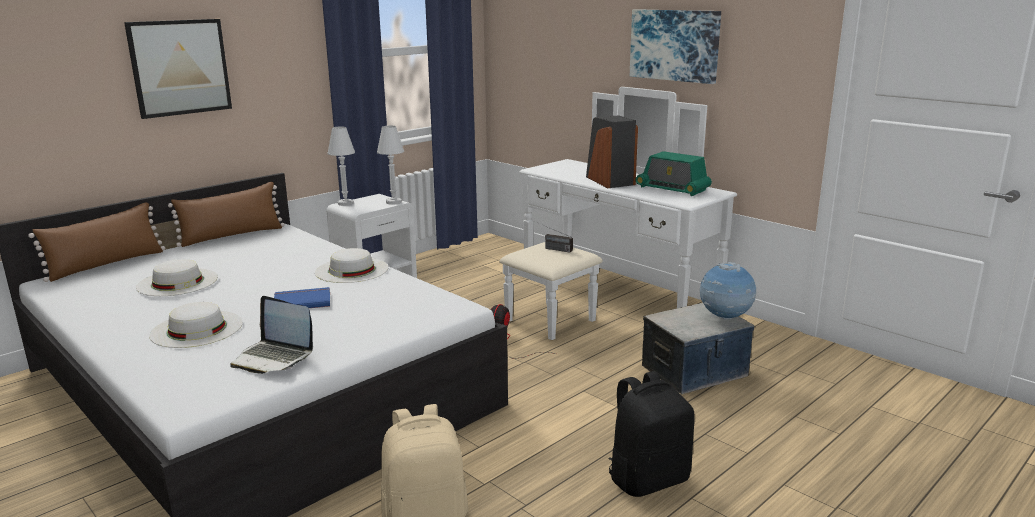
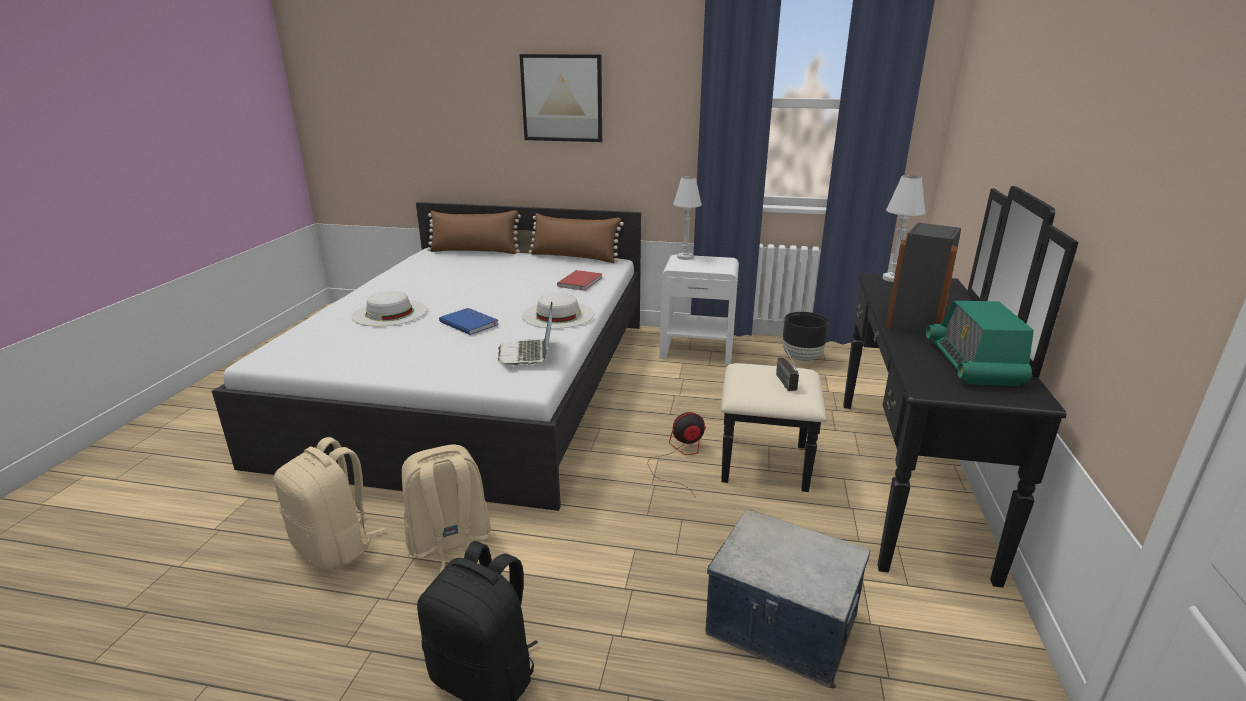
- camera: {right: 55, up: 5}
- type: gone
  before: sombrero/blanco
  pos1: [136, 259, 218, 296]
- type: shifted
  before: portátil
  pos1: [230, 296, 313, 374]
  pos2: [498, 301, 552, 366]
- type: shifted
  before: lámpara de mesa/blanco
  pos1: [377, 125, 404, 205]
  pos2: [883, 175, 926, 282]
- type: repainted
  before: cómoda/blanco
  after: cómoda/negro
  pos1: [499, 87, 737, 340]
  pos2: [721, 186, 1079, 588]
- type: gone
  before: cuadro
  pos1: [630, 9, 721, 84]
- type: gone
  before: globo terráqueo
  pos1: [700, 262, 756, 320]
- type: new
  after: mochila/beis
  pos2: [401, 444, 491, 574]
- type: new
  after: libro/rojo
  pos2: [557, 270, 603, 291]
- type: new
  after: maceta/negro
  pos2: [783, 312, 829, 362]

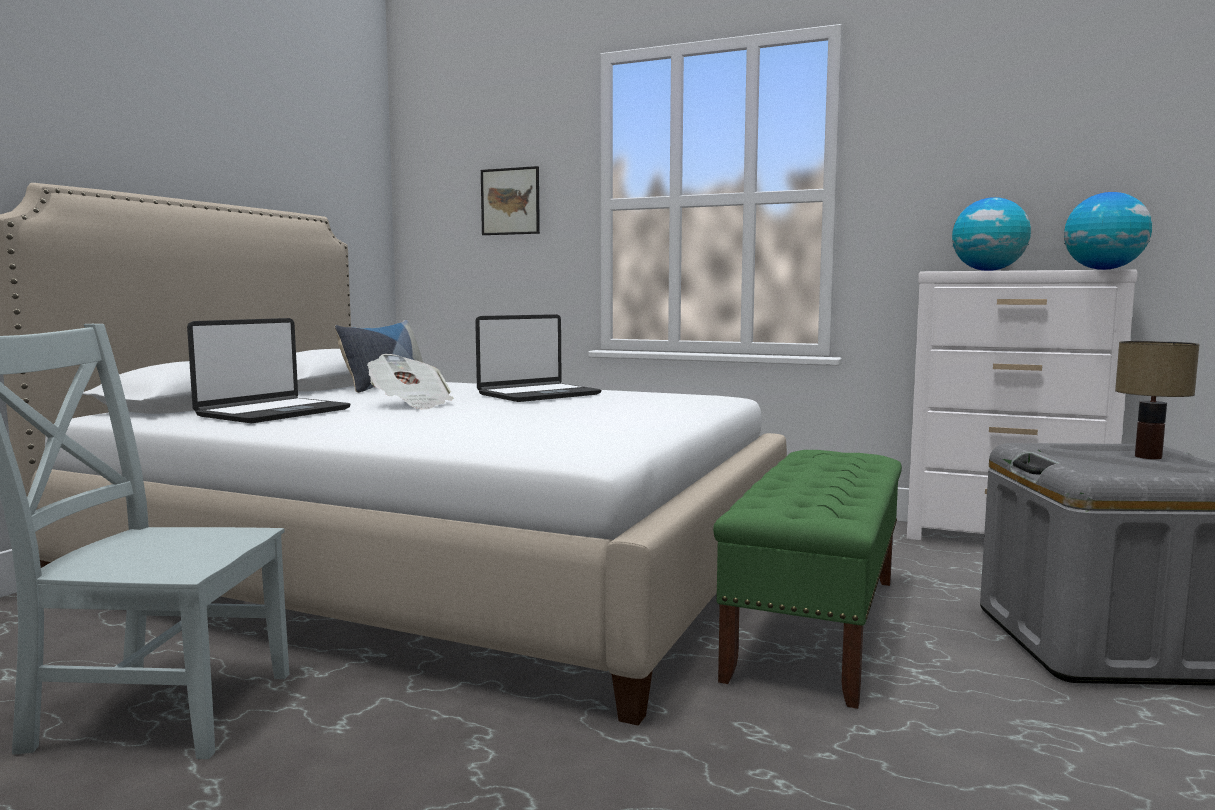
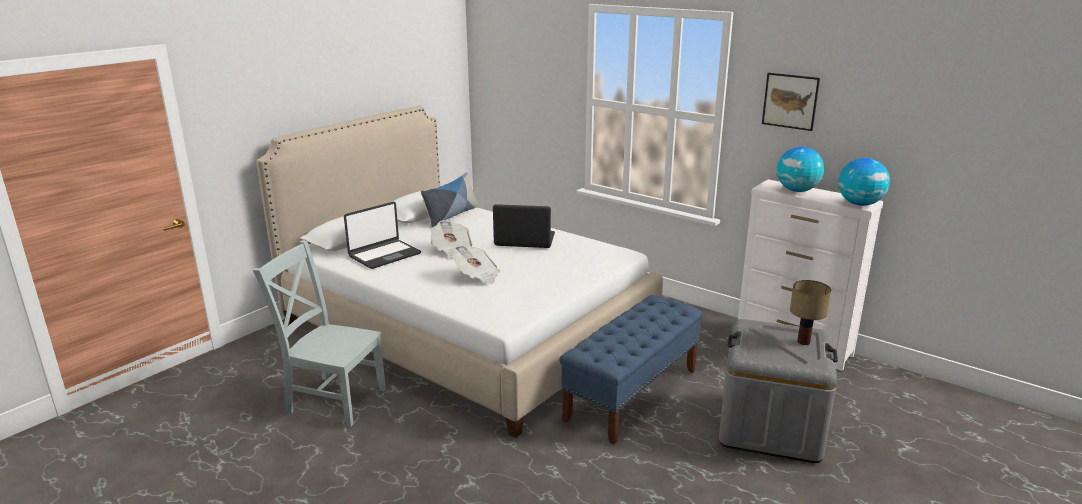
- camera: {right: 15, up: 15}
- type: rotated
  before: portátil
  pos1: [475, 314, 601, 402]
  pos2: [493, 204, 555, 248]
  turn: -150
- type: shifted
  before: cuadro
  pos1: [481, 166, 540, 235]
  pos2: [762, 73, 820, 131]
- type: repainted
  before: banco/verde
  after: banco/azul
  pos1: [713, 450, 902, 709]
  pos2: [559, 295, 703, 445]
- type: new
  after: periódico
  pos2: [452, 245, 500, 284]

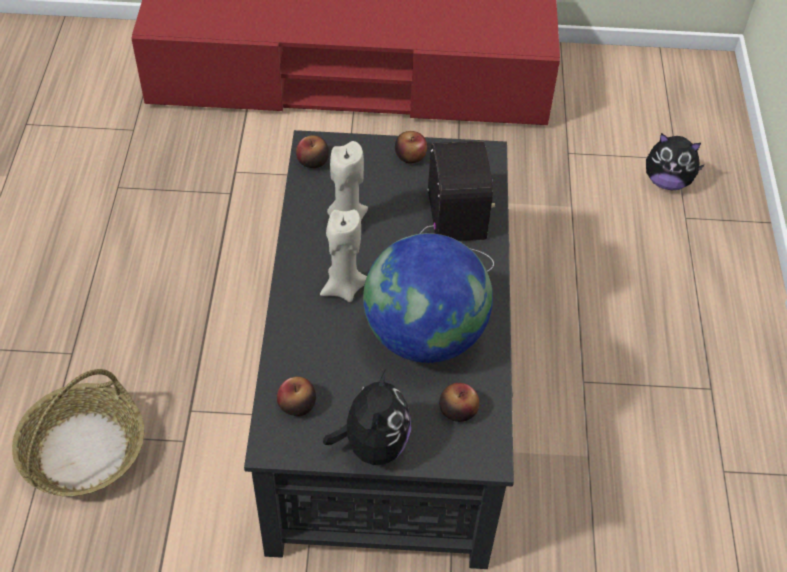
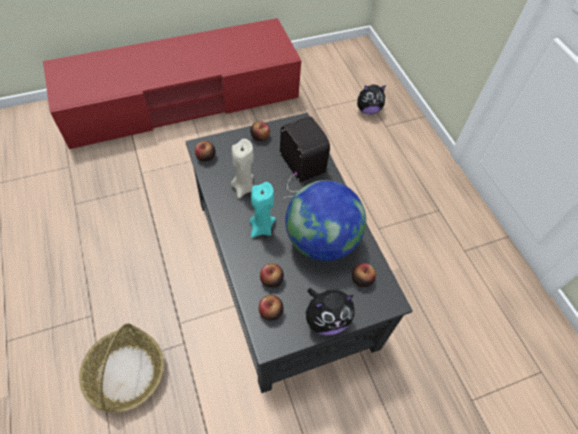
- camera: {right: -25, up: 5}
- type: repainted
  before: vela/beis
  after: vela/turquesa
  pos1: [320, 209, 367, 302]
  pos2: [249, 182, 276, 238]
- type: rotated
  before: peluche
  pos1: [323, 368, 411, 465]
  pos2: [306, 288, 355, 335]
  turn: 90
- type: new
  after: manzana
  pos2: [260, 263, 284, 288]

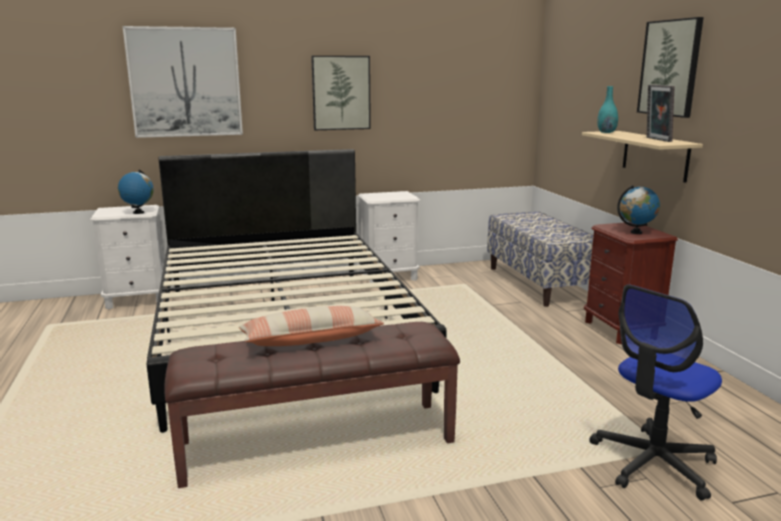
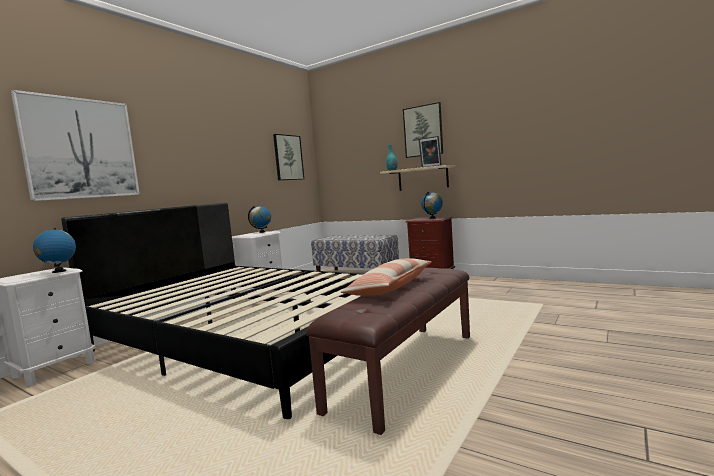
- camera: {right: -40, up: -10}
- type: shifted
  before: cuadro
  pos1: [311, 56, 371, 130]
  pos2: [273, 134, 304, 181]
- type: gone
  before: silla de oficina
  pos1: [590, 284, 722, 501]
- type: new
  after: globo terráqueo
  pos2: [248, 206, 271, 233]

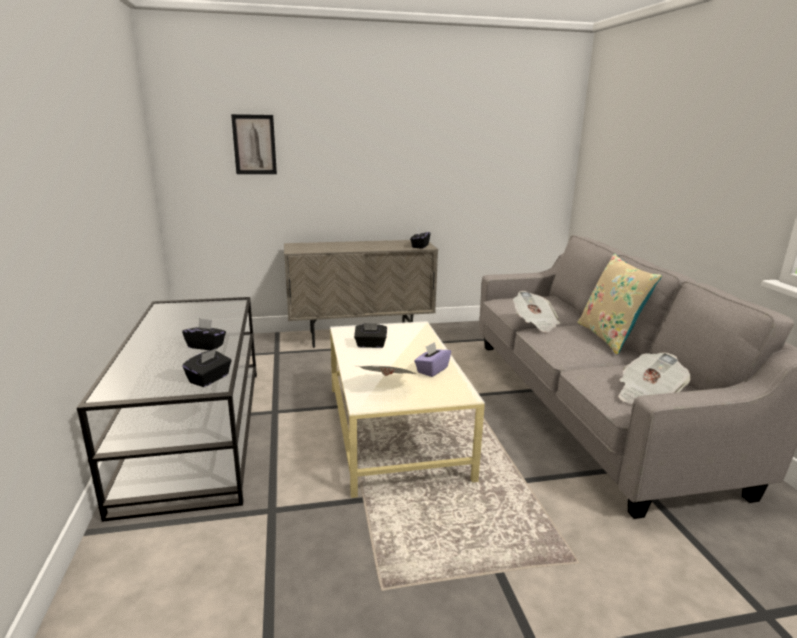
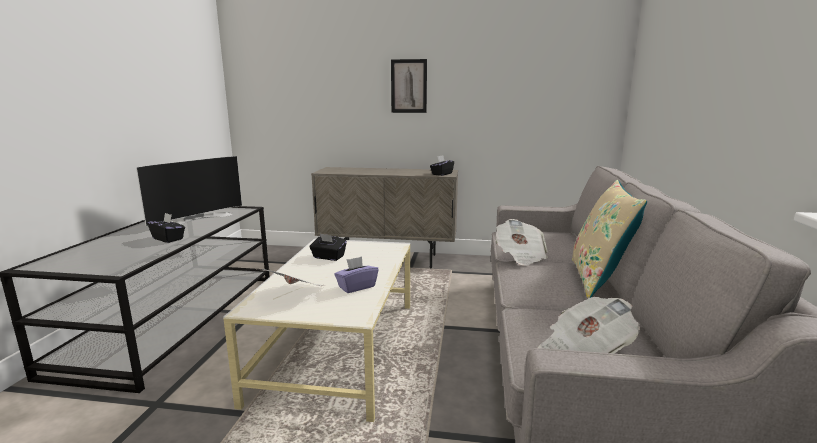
- camera: {right: 20, up: -5}
- type: gone
  before: caja de pañuelos/negro
  pos1: [183, 348, 232, 387]
- type: shifted
  before: cuadro
  pos1: [231, 114, 277, 174]
  pos2: [391, 59, 427, 113]
- type: new
  after: televisor
  pos2: [136, 156, 242, 226]

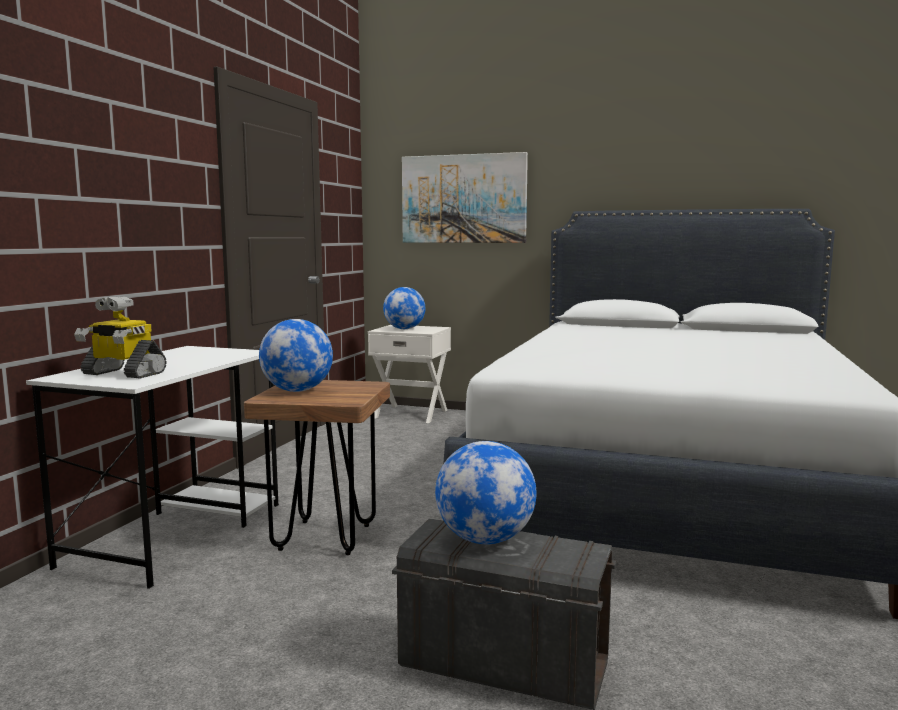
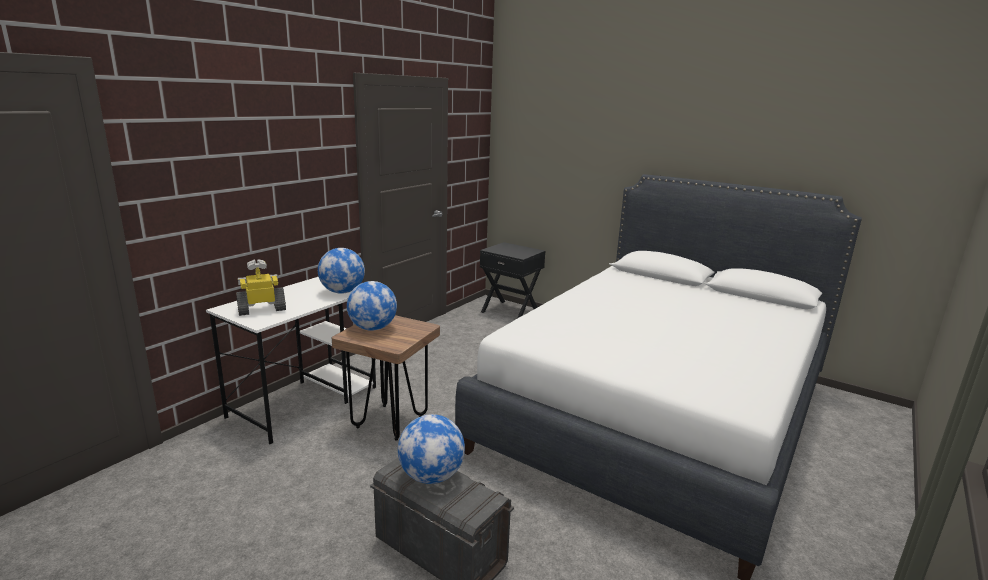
- camera: {right: 15, up: 10}
- type: rotated
  before: robot de juguete
  pos1: [74, 297, 167, 379]
  pos2: [236, 259, 286, 316]
  turn: 120
- type: repainted
  before: mesita de noche/blanco
  after: mesita de noche/negro
  pos1: [368, 325, 451, 423]
  pos2: [480, 242, 545, 318]
- type: shifted
  before: globo terráqueo
  pos1: [383, 287, 425, 329]
  pos2: [318, 248, 365, 294]
- type: gone
  before: cuadro
  pos1: [402, 152, 528, 243]

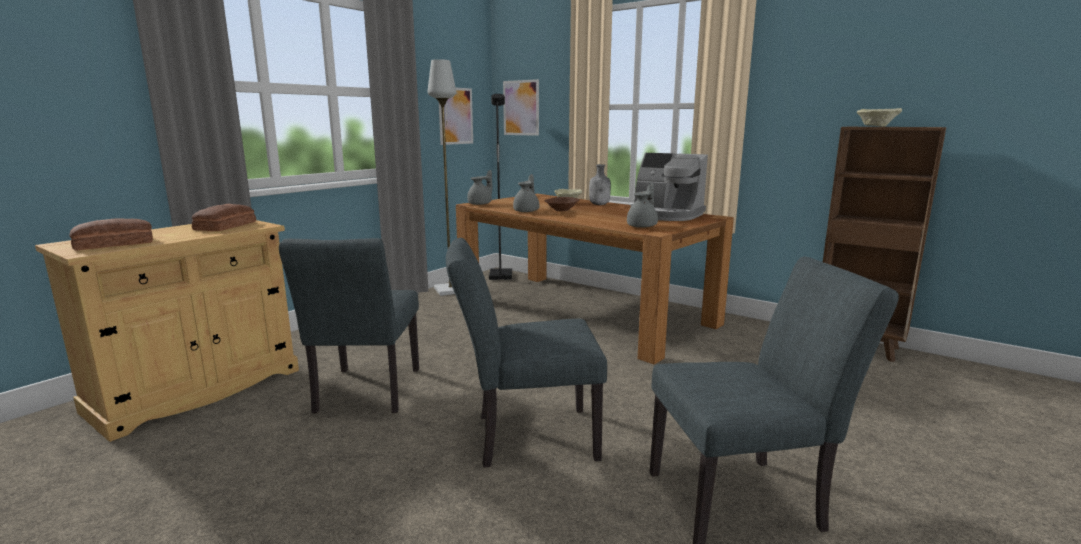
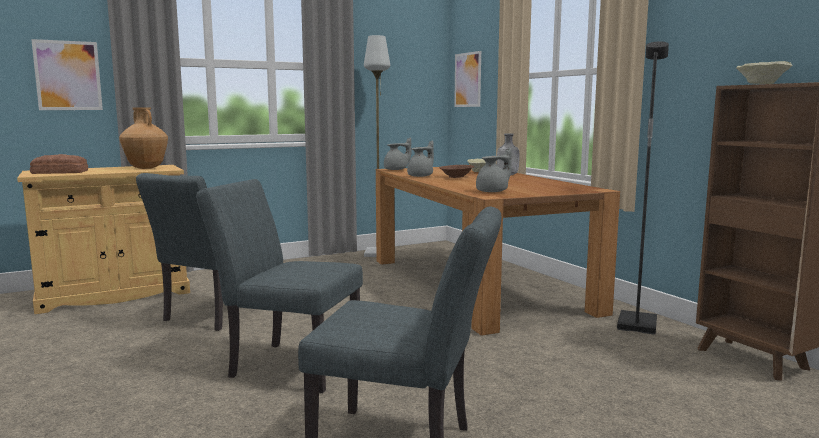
- camera: {right: 25, up: -5}
- type: swapped
  before: pan
  after: florero/marrón
  pos1: [192, 204, 256, 231]
  pos2: [119, 107, 168, 169]
- type: shifted
  before: cuadro
  pos1: [439, 88, 473, 145]
  pos2: [31, 39, 103, 110]
- type: shifted
  before: lámpara de pie/negro
  pos1: [489, 94, 512, 280]
  pos2: [617, 42, 669, 334]
- type: gone
  before: cafetera
  pos1: [630, 153, 708, 221]

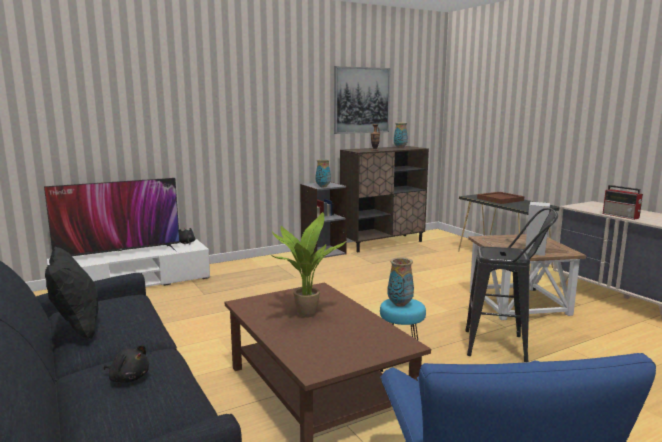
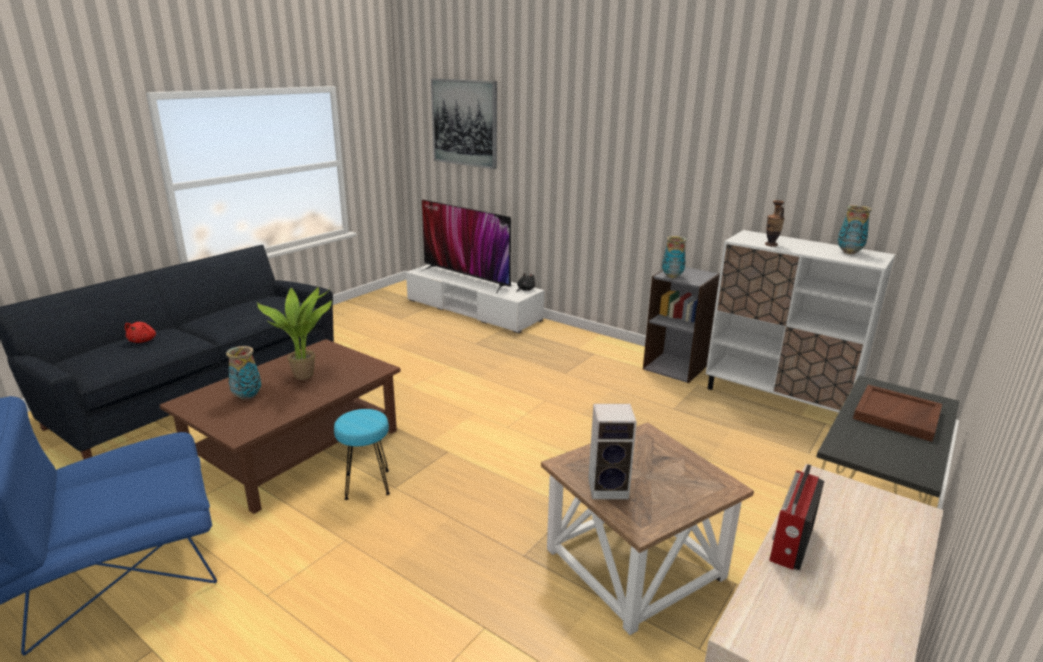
- camera: {right: 65, up: 10}
- type: gone
  before: cojín/negro
  pos1: [45, 246, 98, 339]
- type: repainted
  before: peluche/negro
  after: peluche/rojo
  pos1: [104, 345, 149, 383]
  pos2: [125, 322, 156, 343]
- type: shifted
  before: cuadro
  pos1: [334, 66, 391, 134]
  pos2: [431, 78, 497, 169]
- type: repainted
  before: armario/marrón
  after: armario/blanco
  pos1: [340, 146, 429, 252]
  pos2: [706, 230, 895, 413]
- type: shifted
  before: florero
  pos1: [388, 257, 414, 307]
  pos2: [226, 346, 261, 400]
- type: gone
  before: taburete/negro
  pos1: [465, 208, 558, 362]

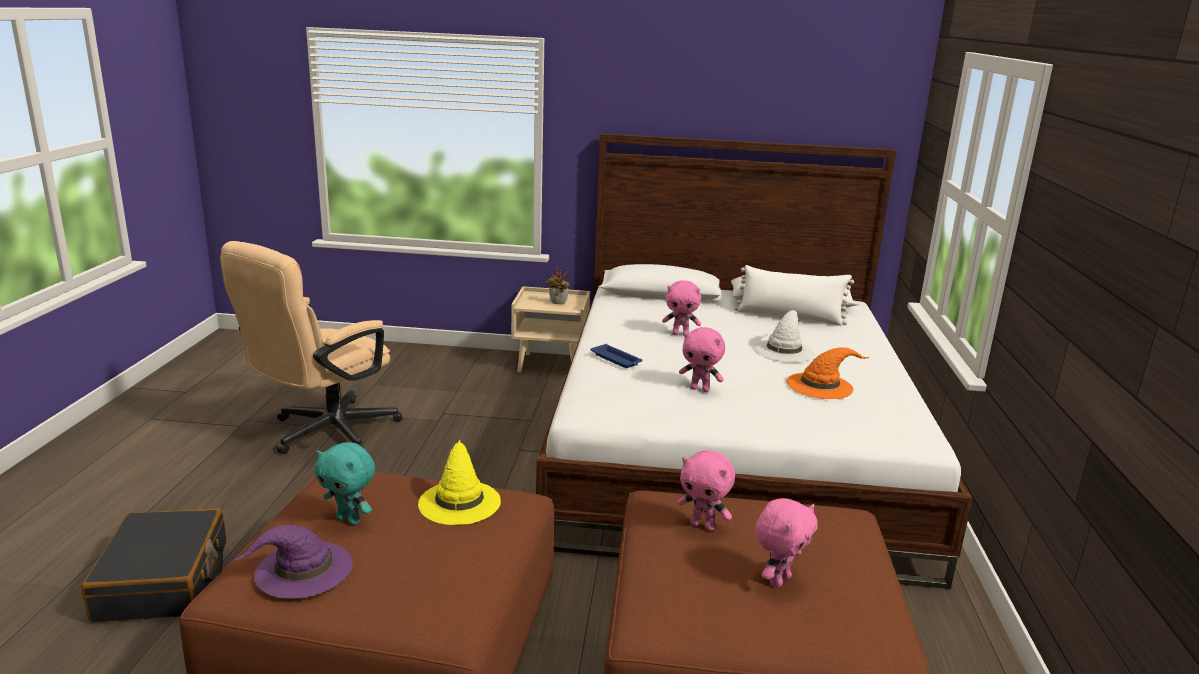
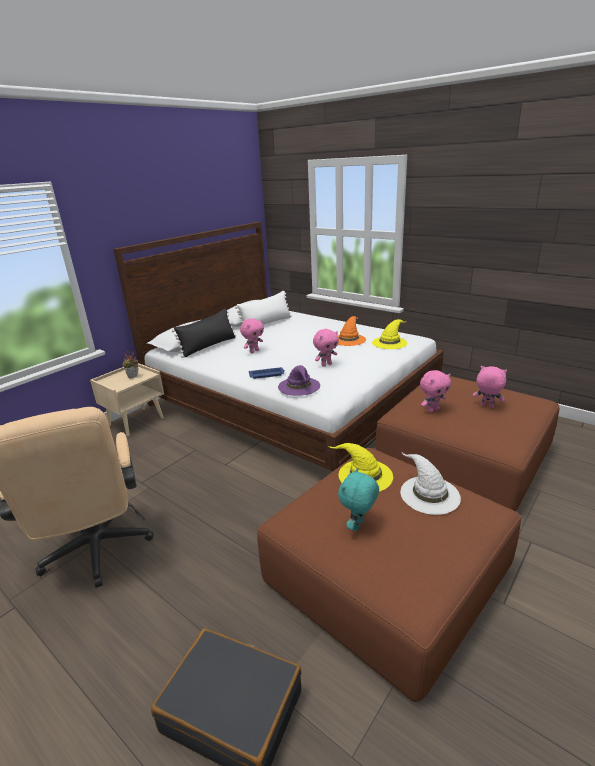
- camera: {right: -55, up: 5}
- type: shifted
  before: sombrero/morado
  pos1: [234, 525, 353, 599]
  pos2: [278, 365, 320, 396]
- type: rotated
  before: peluche/turquesa
  pos1: [315, 442, 375, 525]
  pos2: [338, 468, 379, 531]
  turn: 150
- type: shifted
  before: sombrero/blanco
  pos1: [754, 310, 814, 362]
  pos2: [400, 453, 461, 515]
- type: rotated
  before: peluche/rosa
  pos1: [755, 498, 818, 588]
  pos2: [473, 366, 507, 408]
  turn: -45
- type: new
  after: cojín/negro
  pos2: [172, 308, 236, 358]
- type: new
  after: sombrero/amarillo
  pos2: [372, 319, 407, 349]

